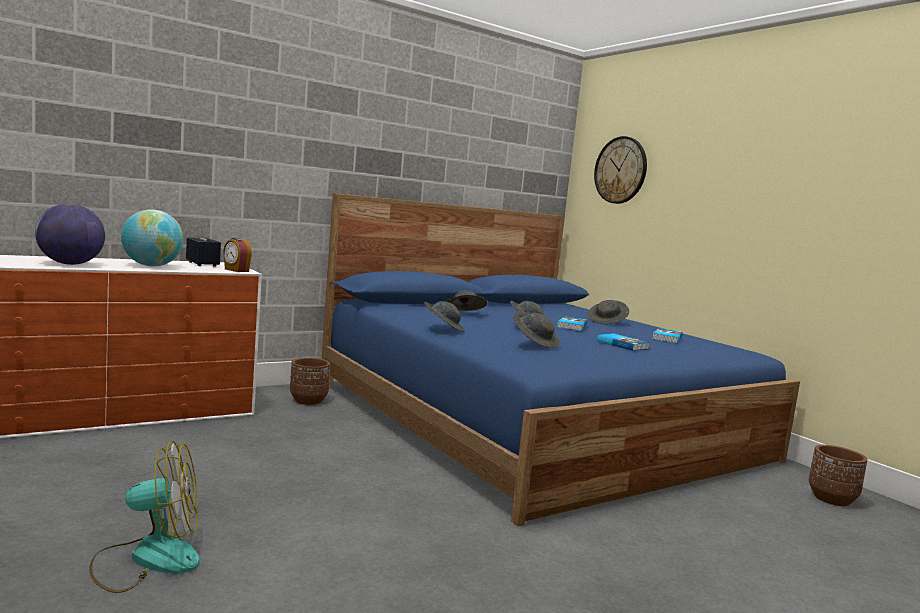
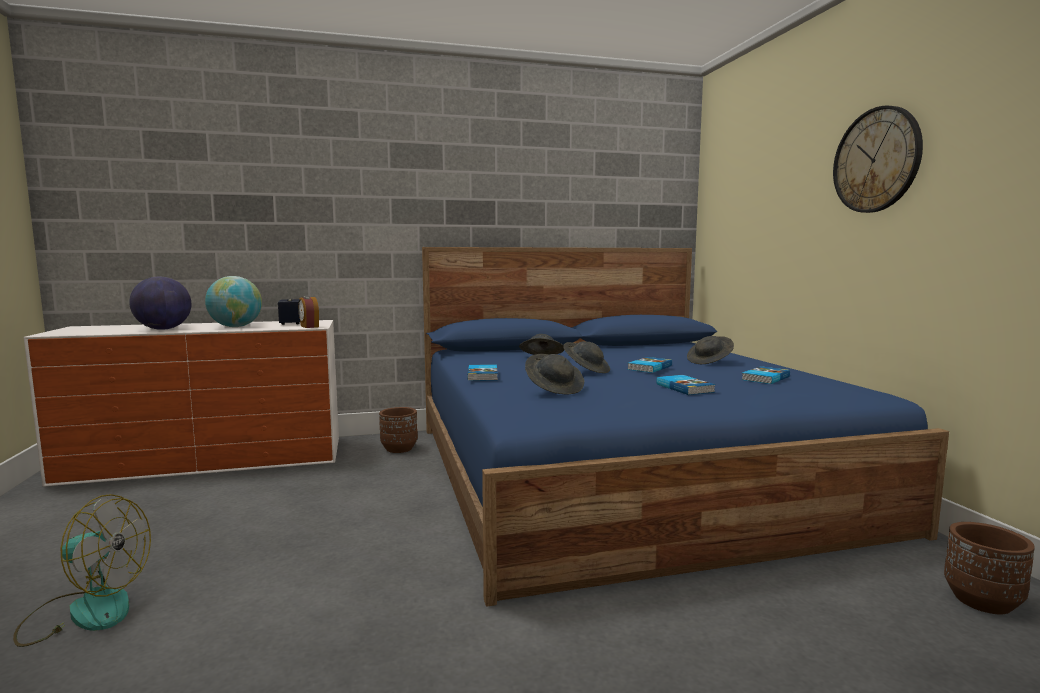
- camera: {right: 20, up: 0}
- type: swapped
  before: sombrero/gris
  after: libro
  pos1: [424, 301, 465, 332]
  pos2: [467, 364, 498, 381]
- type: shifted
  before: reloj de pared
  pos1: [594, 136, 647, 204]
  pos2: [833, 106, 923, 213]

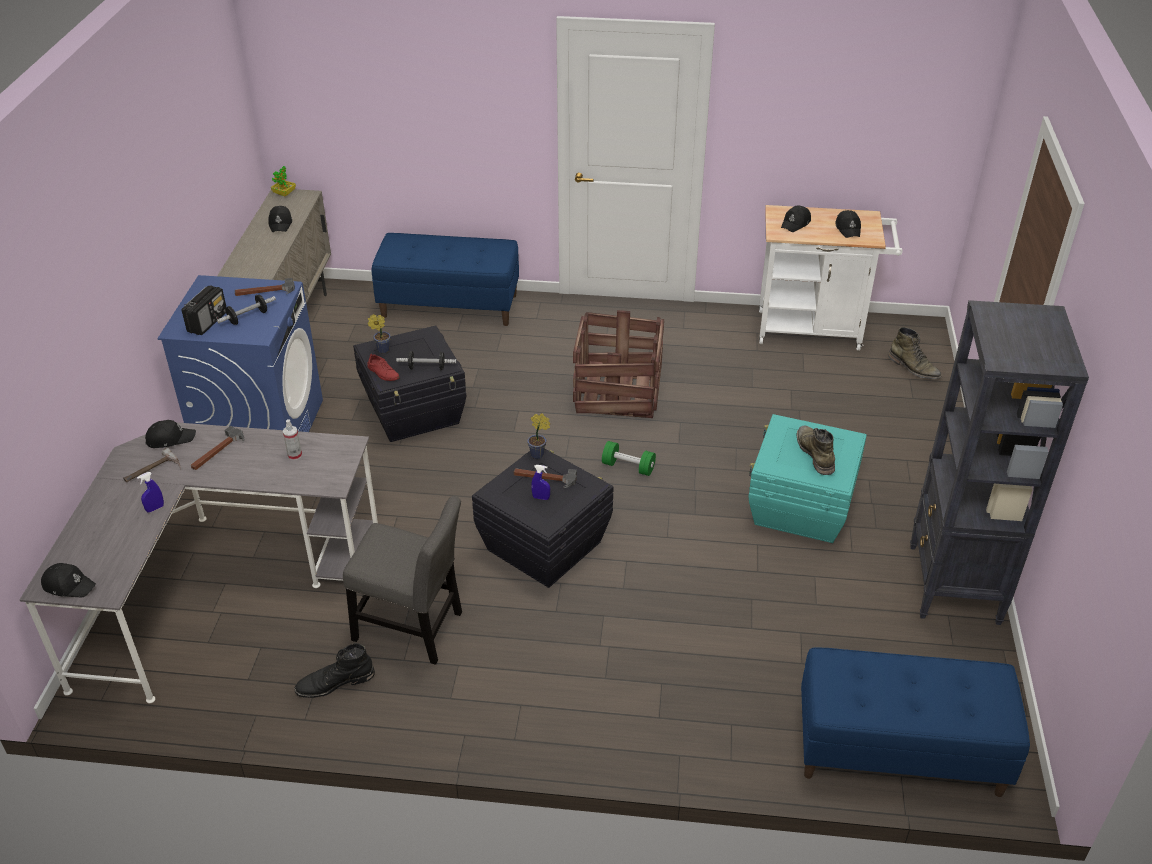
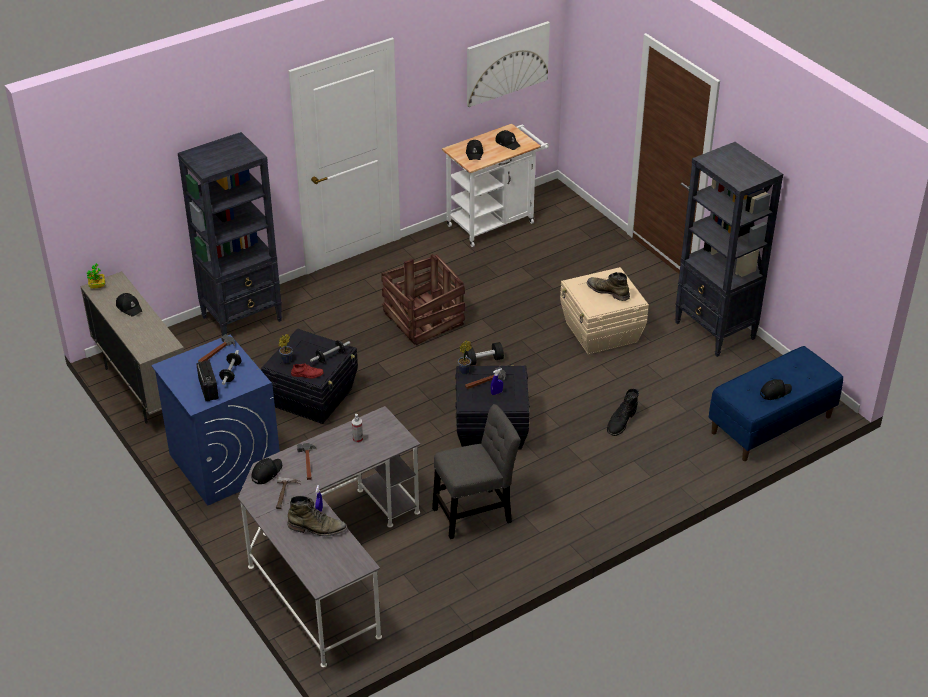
- camera: {right: -40, up: 0}
- type: shifted
  before: gorra/negro
  pos1: [41, 563, 96, 598]
  pos2: [760, 379, 792, 400]
- type: shifted
  before: bota/negro
  pos1: [294, 643, 375, 698]
  pos2: [607, 388, 639, 436]
- type: swapped
  before: banco/azul
  after: estantería/negro
  pos1: [372, 233, 519, 326]
  pos2: [178, 132, 282, 336]
- type: repainted
  before: mancuerna/verde
  after: mancuerna/negro
  pos1: [602, 441, 656, 476]
  pos2: [465, 342, 504, 366]
- type: repainted
  before: caja de almacenaje/turquesa
  after: caja de almacenaje/beis
  pos1: [748, 414, 867, 543]
  pos2: [560, 267, 649, 355]
- type: shifted
  before: bota/verde
  pos1: [888, 327, 941, 379]
  pos2: [288, 496, 347, 536]
- type: new
  after: cuadro
  pos2: [467, 21, 550, 107]

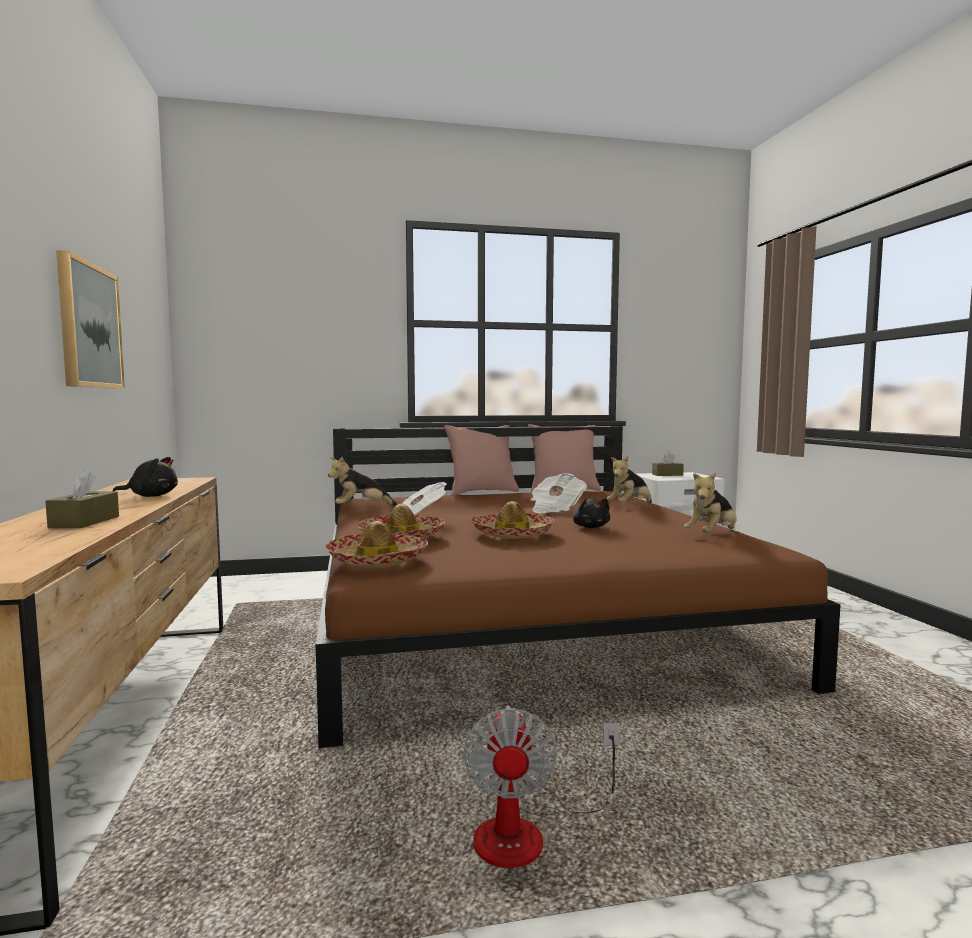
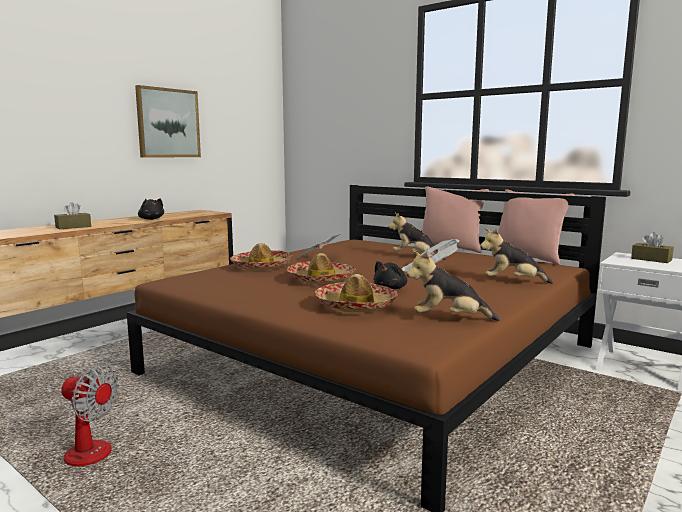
- camera: {right: 50, up: 5}
- type: shifted
  before: sombrero
  pos1: [325, 521, 428, 568]
  pos2: [315, 274, 398, 312]
- type: shifted
  before: peluche
  pos1: [328, 457, 398, 506]
  pos2: [388, 213, 446, 260]
- type: rotated
  before: ventilador
  pos1: [463, 705, 620, 868]
  pos2: [61, 364, 119, 466]
  turn: -120

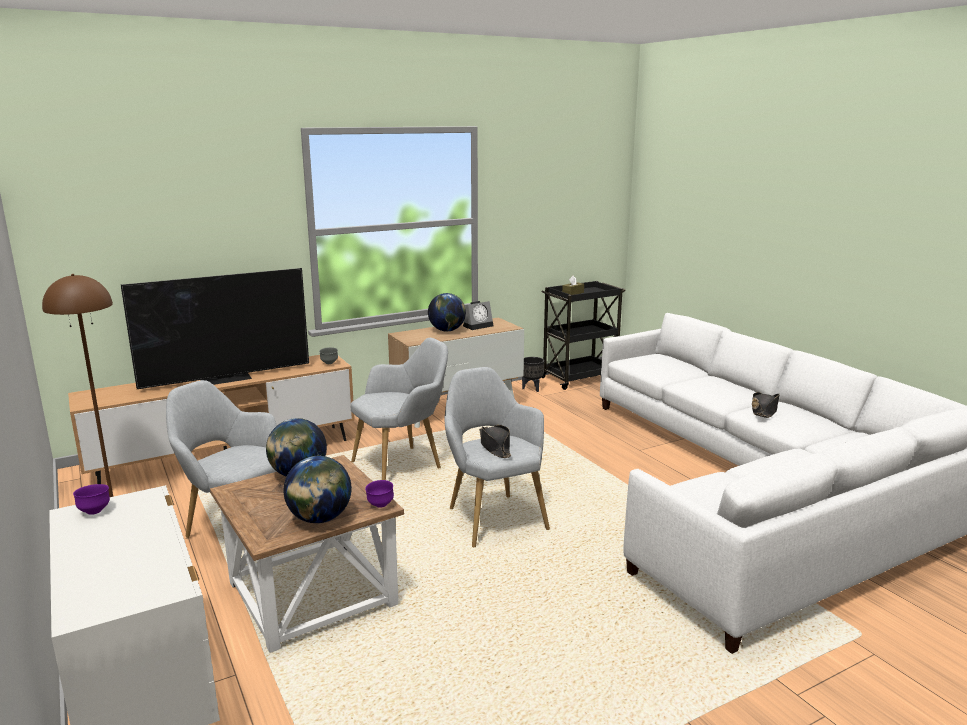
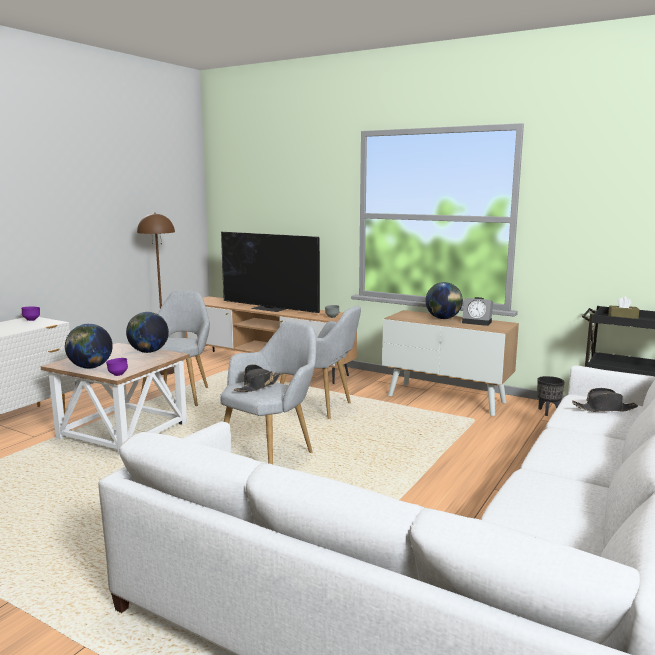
- camera: {right: 60, up: -5}
- type: shifted
  before: sombrero/negro
  pos1: [752, 392, 780, 418]
  pos2: [572, 388, 638, 412]

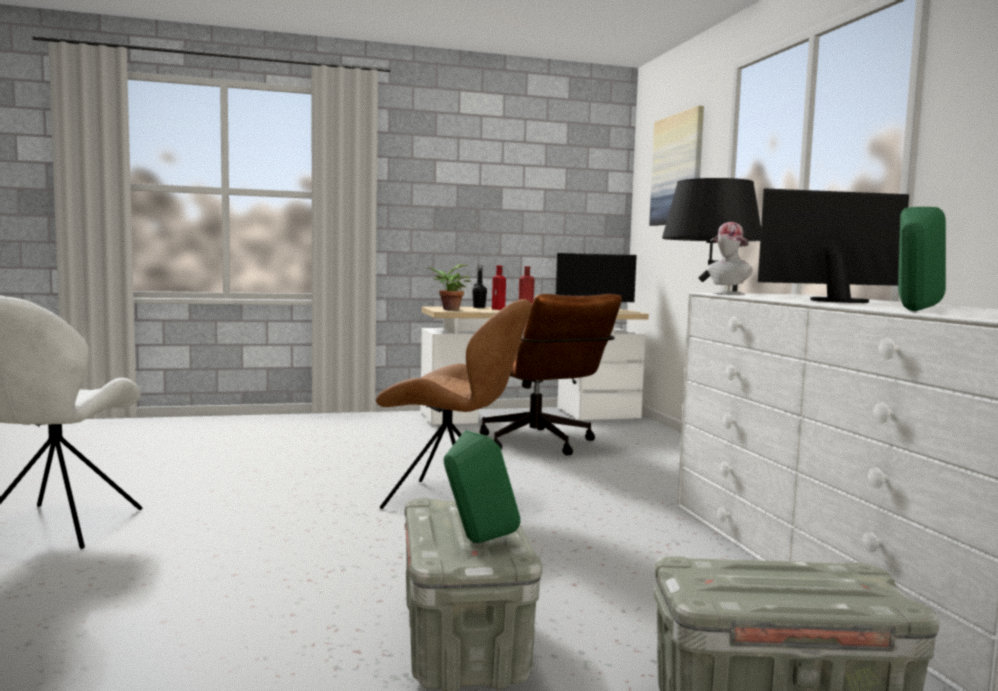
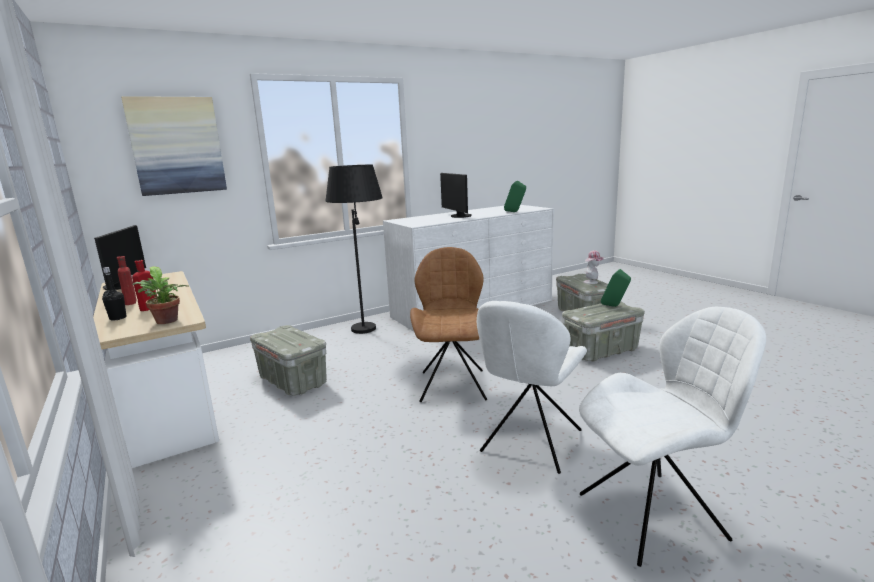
- camera: {right: -105, up: 10}
- type: swapped
  before: silla de oficina/marrón
  after: caja de almacenaje/gris
  pos1: [479, 294, 622, 455]
  pos2: [250, 325, 327, 395]
- type: shifted
  before: sombrero
  pos1: [708, 222, 753, 295]
  pos2: [583, 250, 604, 284]
- type: new
  after: silla/blanco
  pos2: [477, 301, 587, 474]

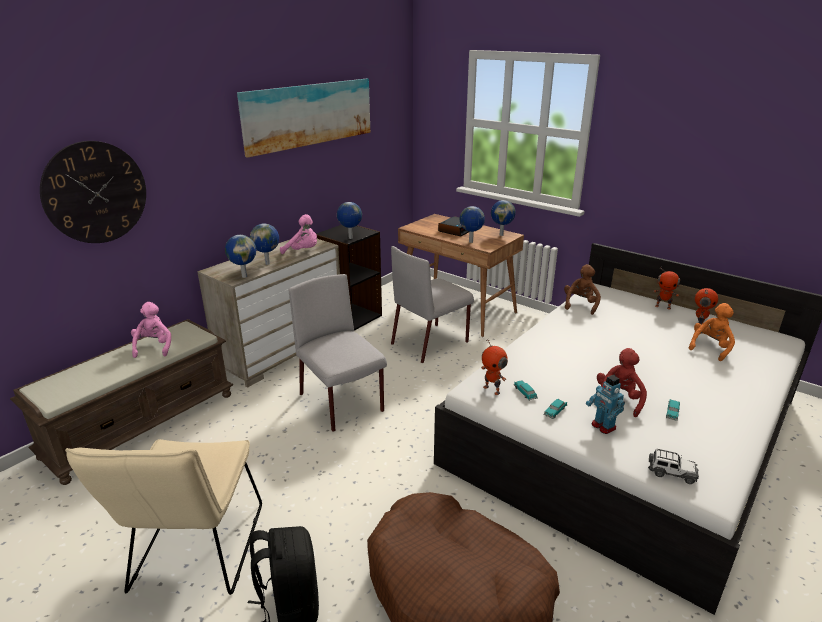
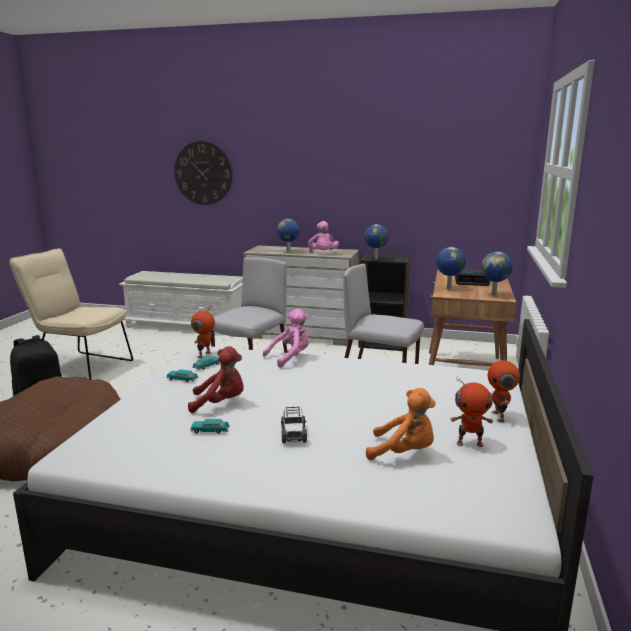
- camera: {right: 65, up: -10}
- type: repainted
  before: banco/marrón
  after: banco/blanco
  pos1: [10, 319, 233, 485]
  pos2: [119, 271, 243, 328]
- type: rotated
  before: silla/beis
  pos1: [65, 439, 262, 595]
  pos2: [9, 248, 133, 380]
  turn: 45
- type: shifted
  before: peluche/rosa
  pos1: [131, 302, 171, 358]
  pos2: [263, 309, 309, 368]
- type: gone
  before: globo terráqueo
  pos1: [225, 235, 256, 278]
- type: gone
  before: cuadro
  pos1: [237, 79, 370, 158]
- type: gone
  before: peluche/marrón
  pos1: [564, 264, 601, 315]
- type: gone
  before: robot de juguete
  pos1: [586, 375, 625, 434]
- type: shifted
  before: coche de juguete
  pos1: [648, 449, 699, 484]
  pos2: [281, 406, 307, 443]

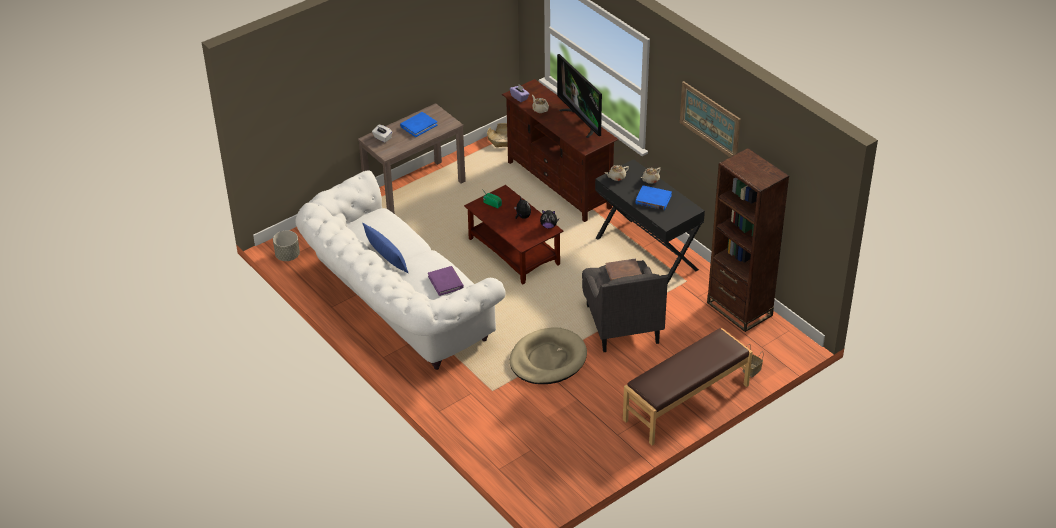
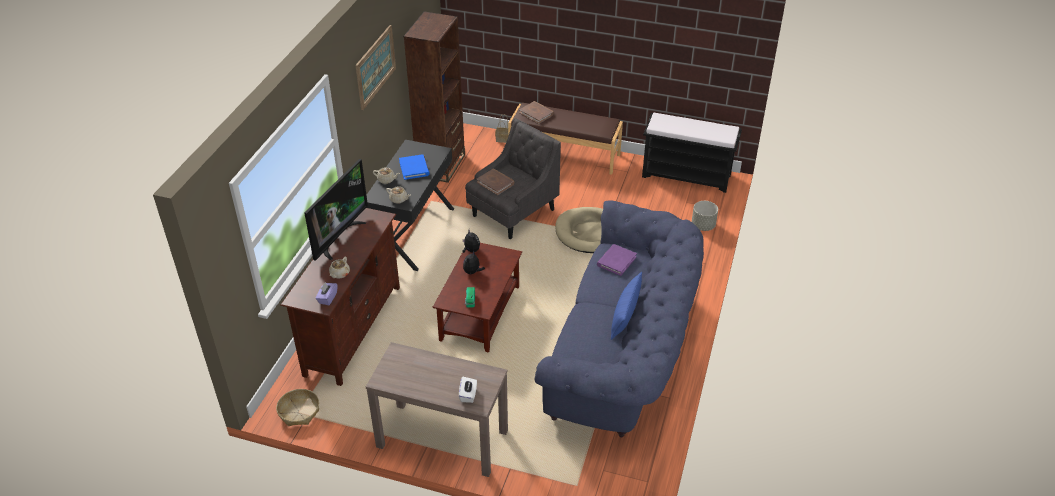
- camera: {right: -125, up: 0}
- type: shifted
  before: maceta/gris
  pos1: [273, 230, 300, 261]
  pos2: [692, 201, 718, 231]
- type: repainted
  before: sofá/blanco
  after: sofá/azul
  pos1: [295, 170, 506, 370]
  pos2: [535, 200, 704, 437]
- type: gone
  before: libro/azul
  pos1: [400, 112, 438, 137]
- type: new
  after: libro/marrón
  pos2: [519, 101, 554, 124]
- type: new
  after: banco/negro
  pos2: [642, 113, 742, 193]

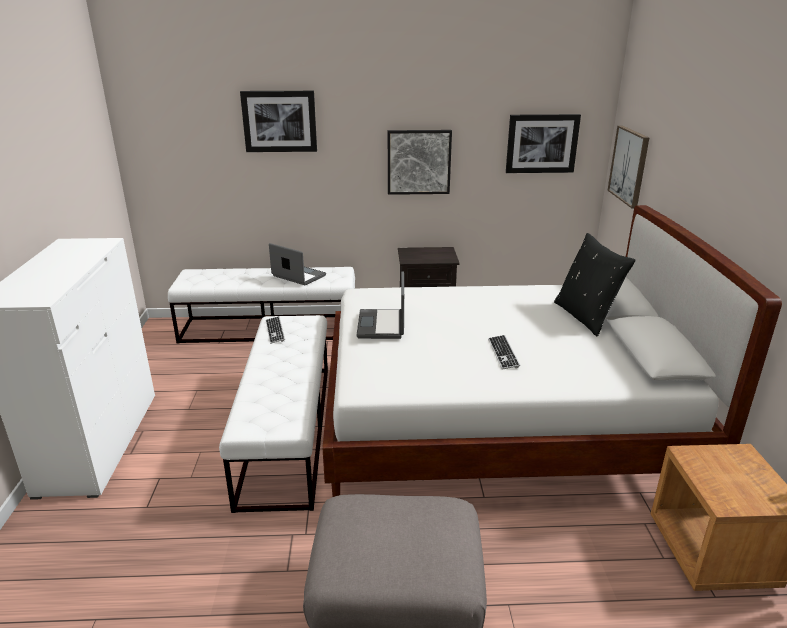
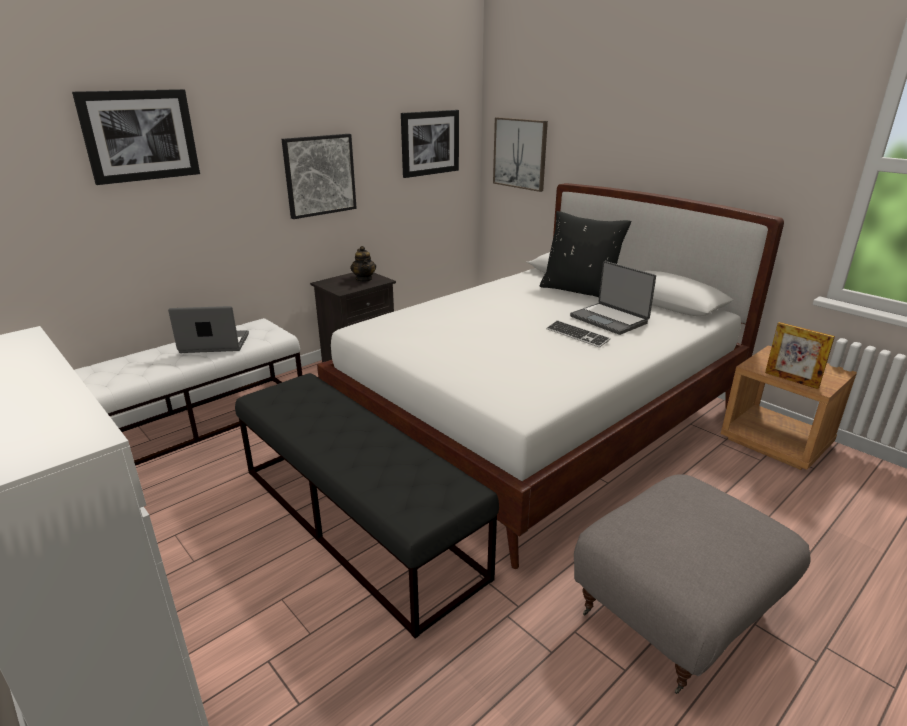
- camera: {right: -40, up: 0}
- type: repainted
  before: banco/blanco
  after: banco/negro
  pos1: [219, 315, 328, 513]
  pos2: [235, 373, 499, 639]
- type: gone
  before: teclado
  pos1: [265, 316, 285, 344]
- type: shifted
  before: portátil
  pos1: [357, 271, 404, 339]
  pos2: [570, 261, 656, 335]
- type: new
  after: tetera
  pos2: [350, 246, 376, 282]
- type: new
  after: portarretratos
  pos2: [765, 322, 835, 389]

